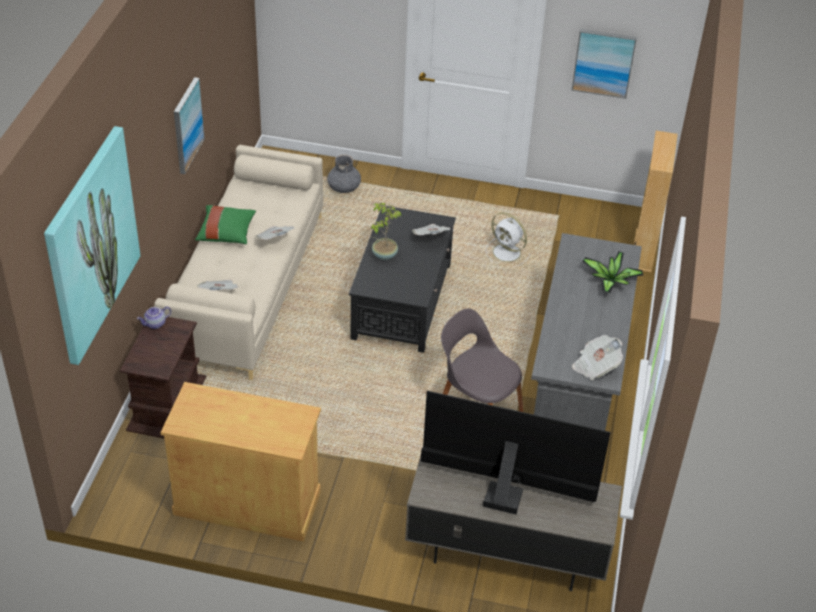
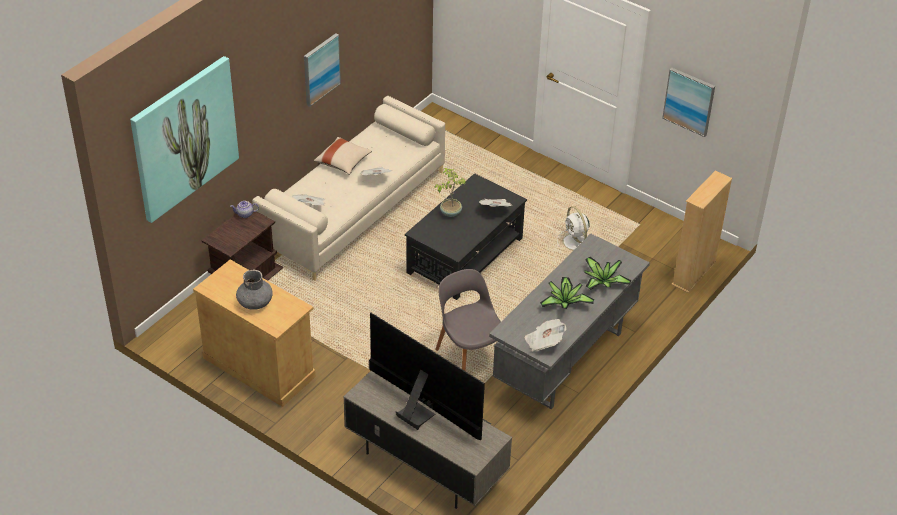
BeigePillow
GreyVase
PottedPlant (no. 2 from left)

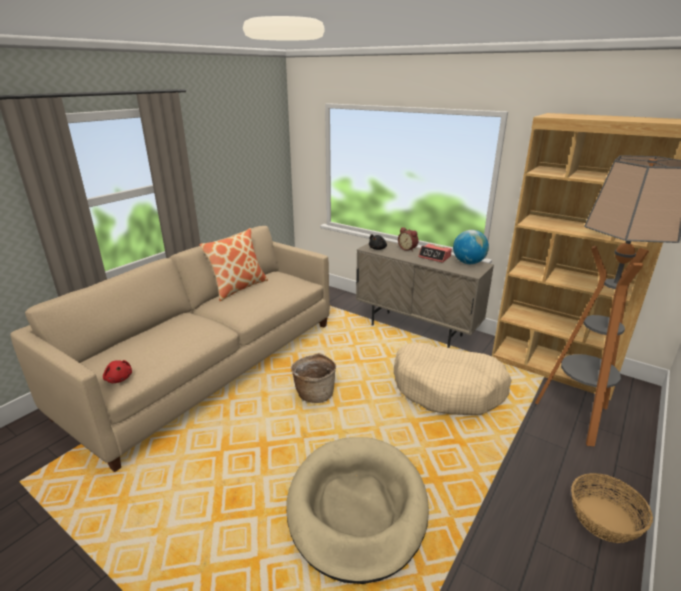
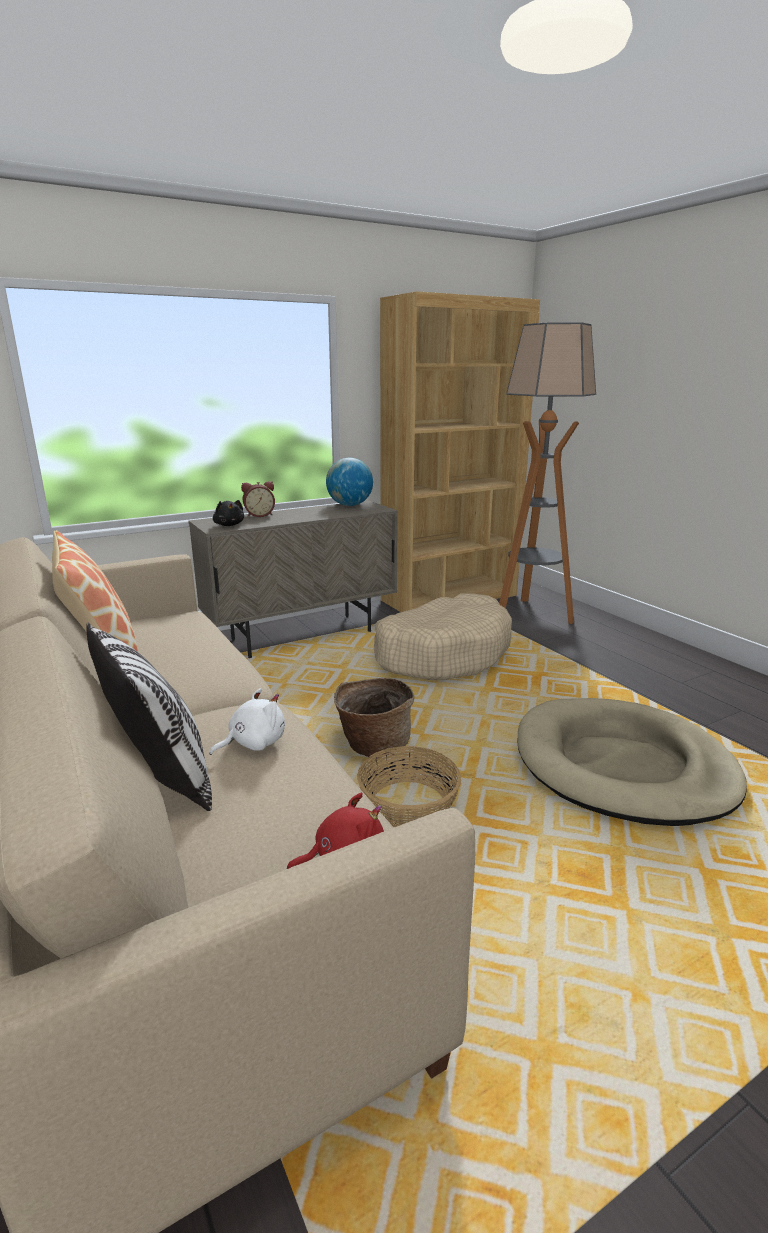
AlarmClock (no. 2 from left in the first image)
Basket (no. 2 from left)
Pillow (no. 2 from left)
WhitePlushToy

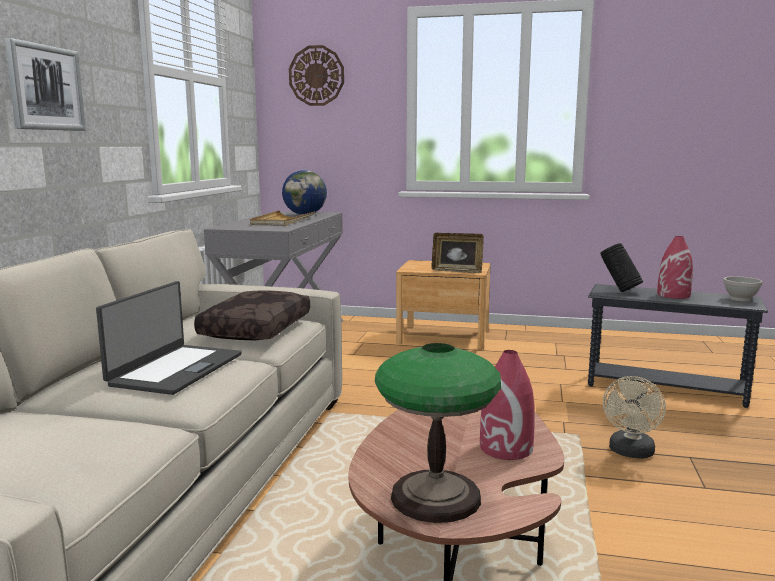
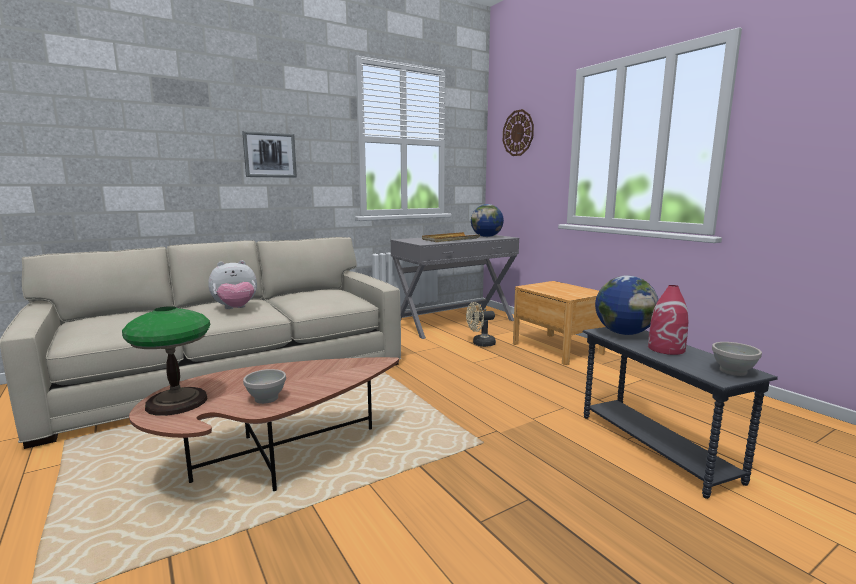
PlushToy
BrownPillow
PictureFrame
WhiteBowl (no. 1 from left)
Globe (no. 2 from left)
BeigeFan

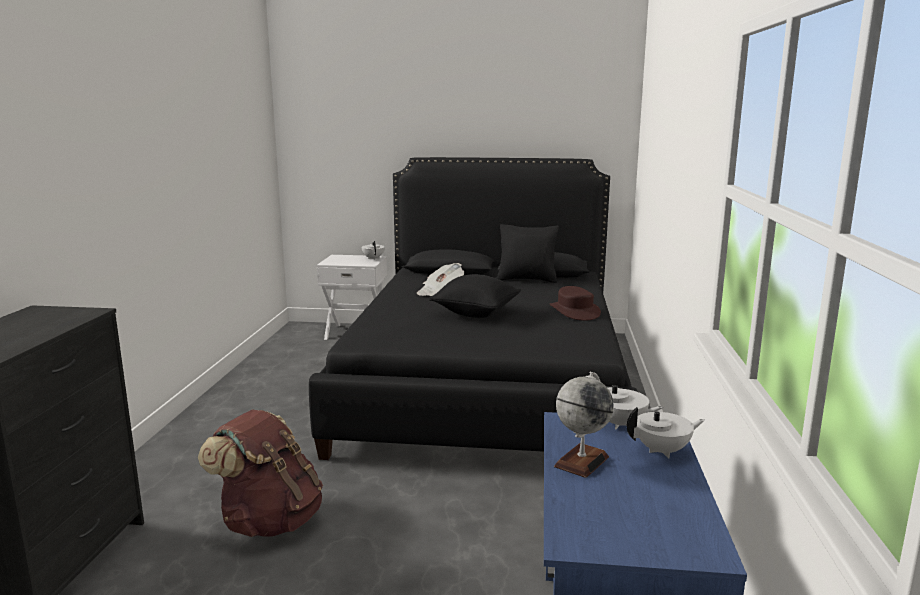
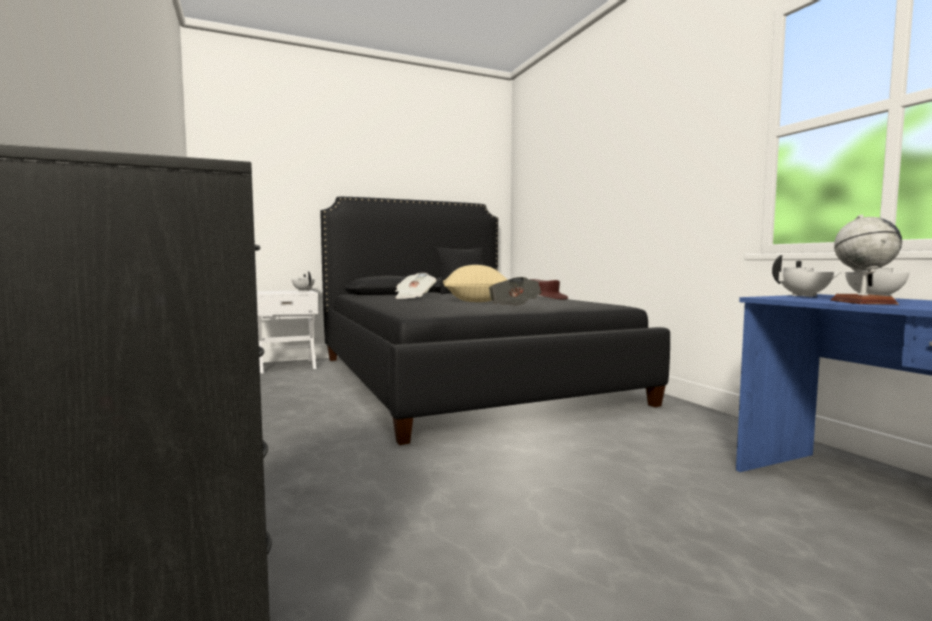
BrownBackpack
BeigePillow
Newspaper (no. 2 from left)

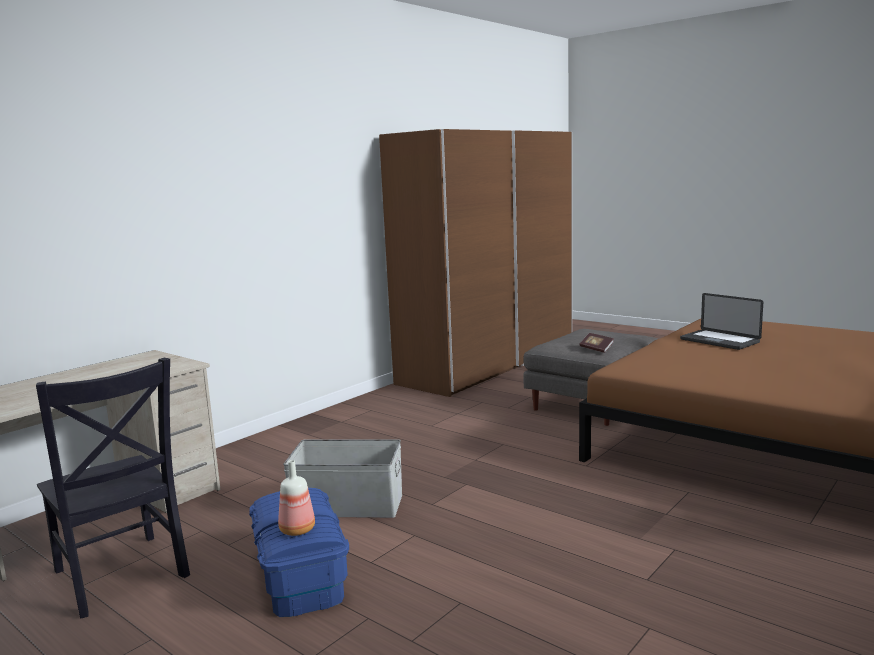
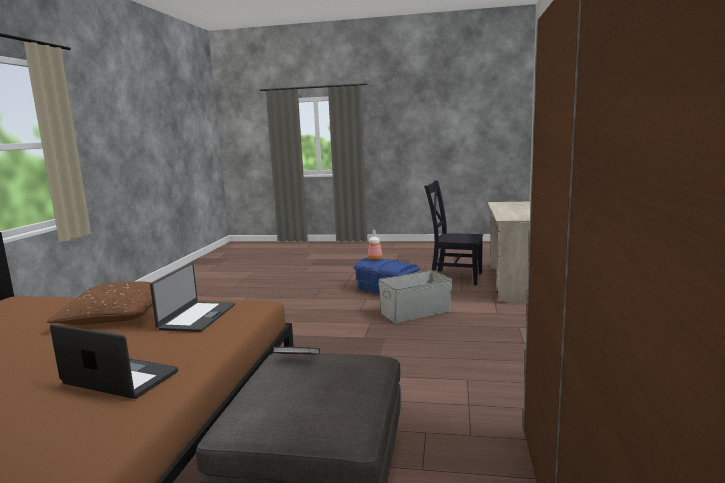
BrownPillow
Laptop (no. 2 from left)

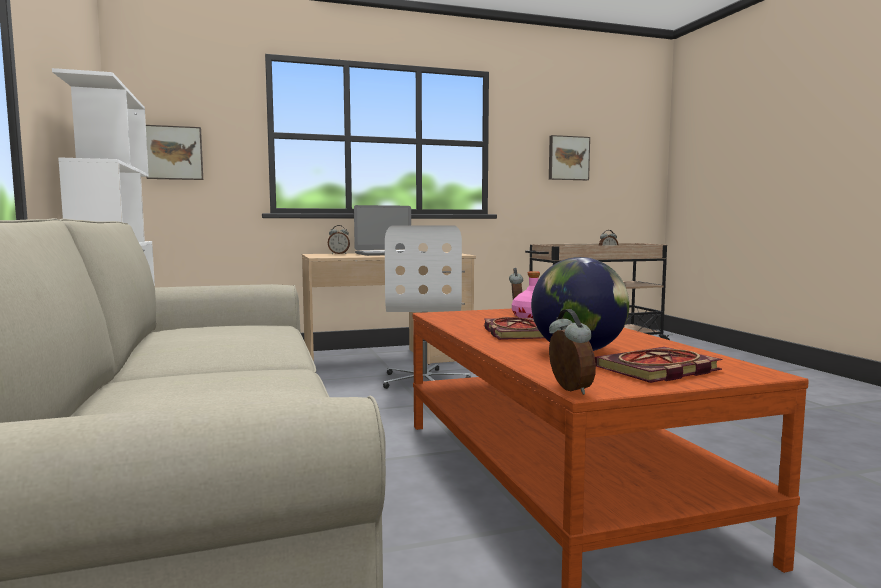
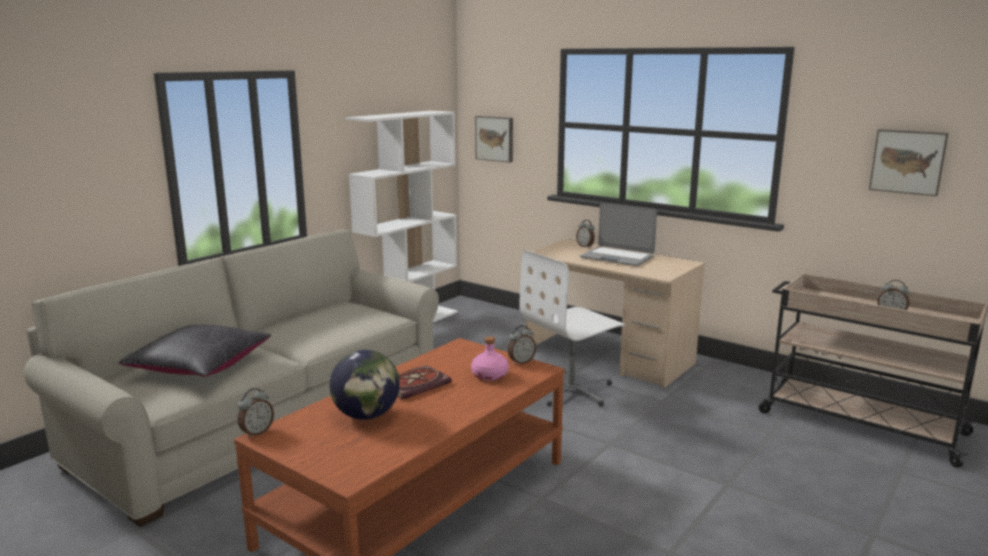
Book (no. 2 from left in the first image)
BlackPillow

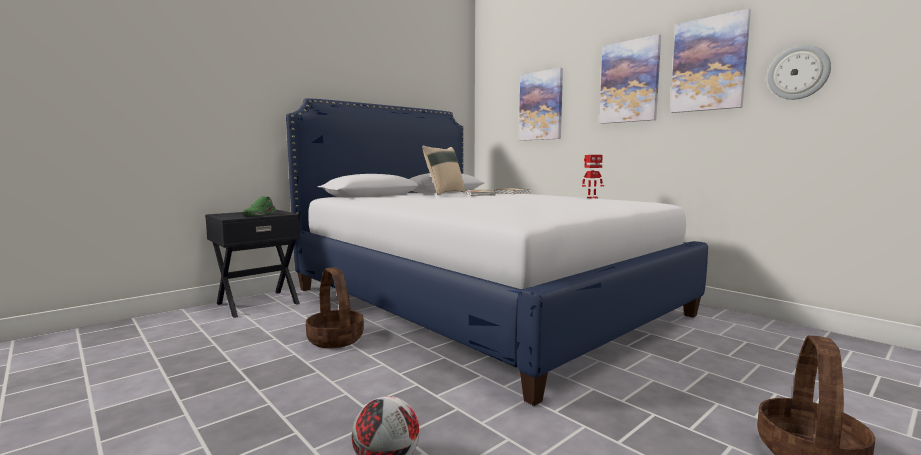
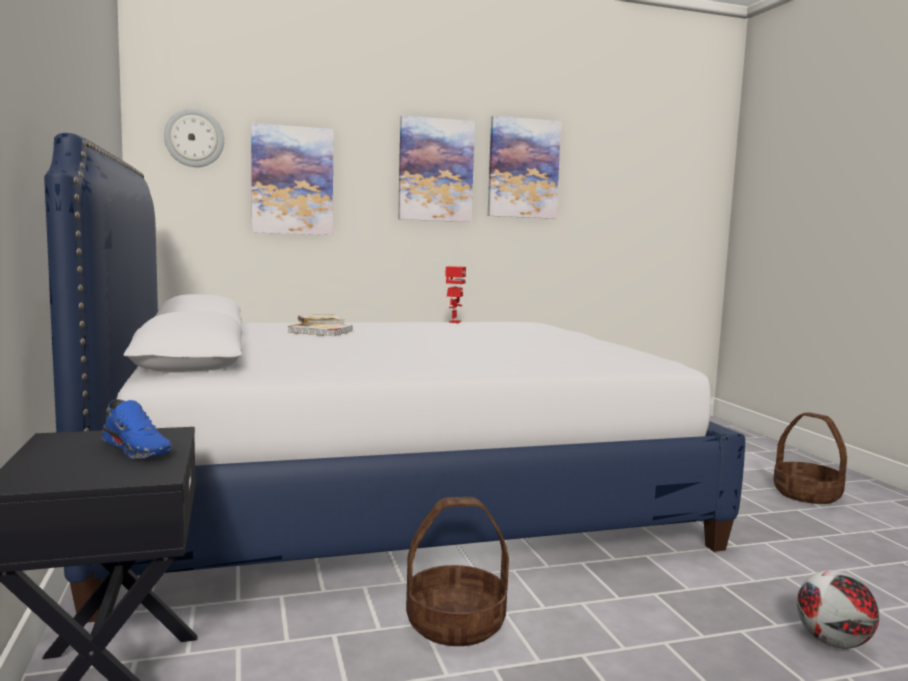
BlueShoe
BeigePillow
WallClock

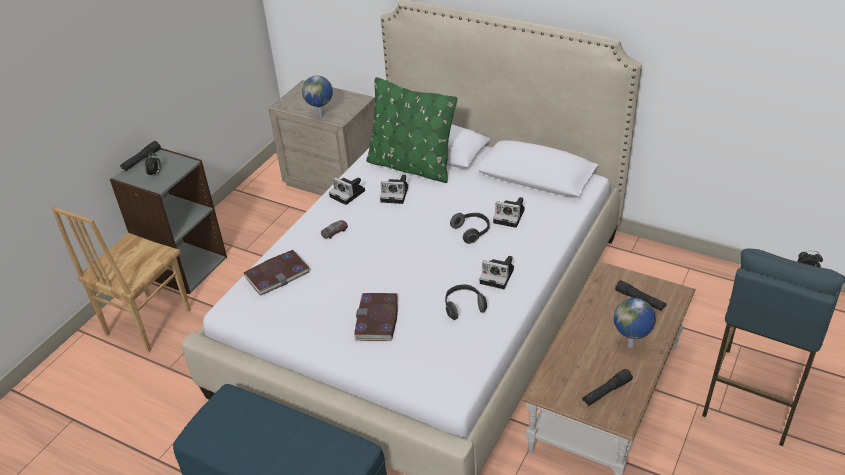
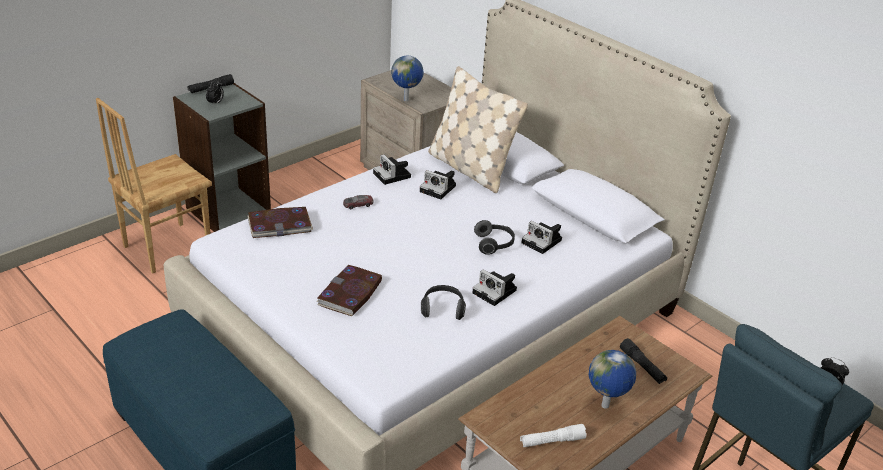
BeigePillow
WhiteFlashlight

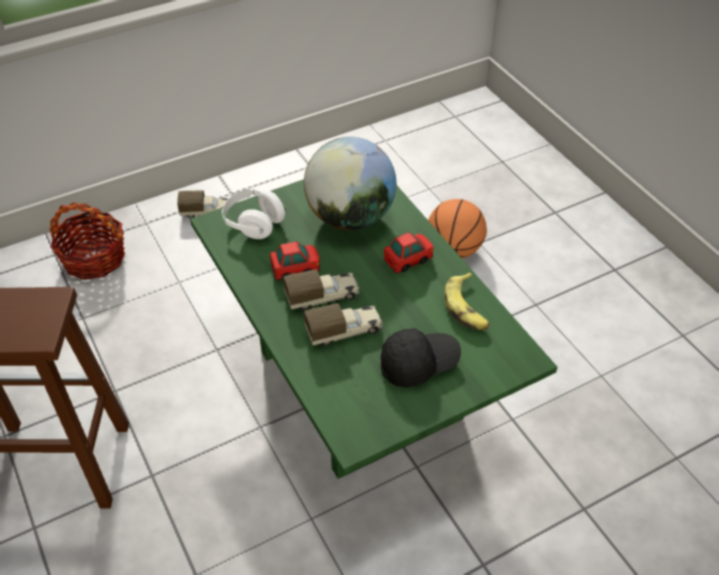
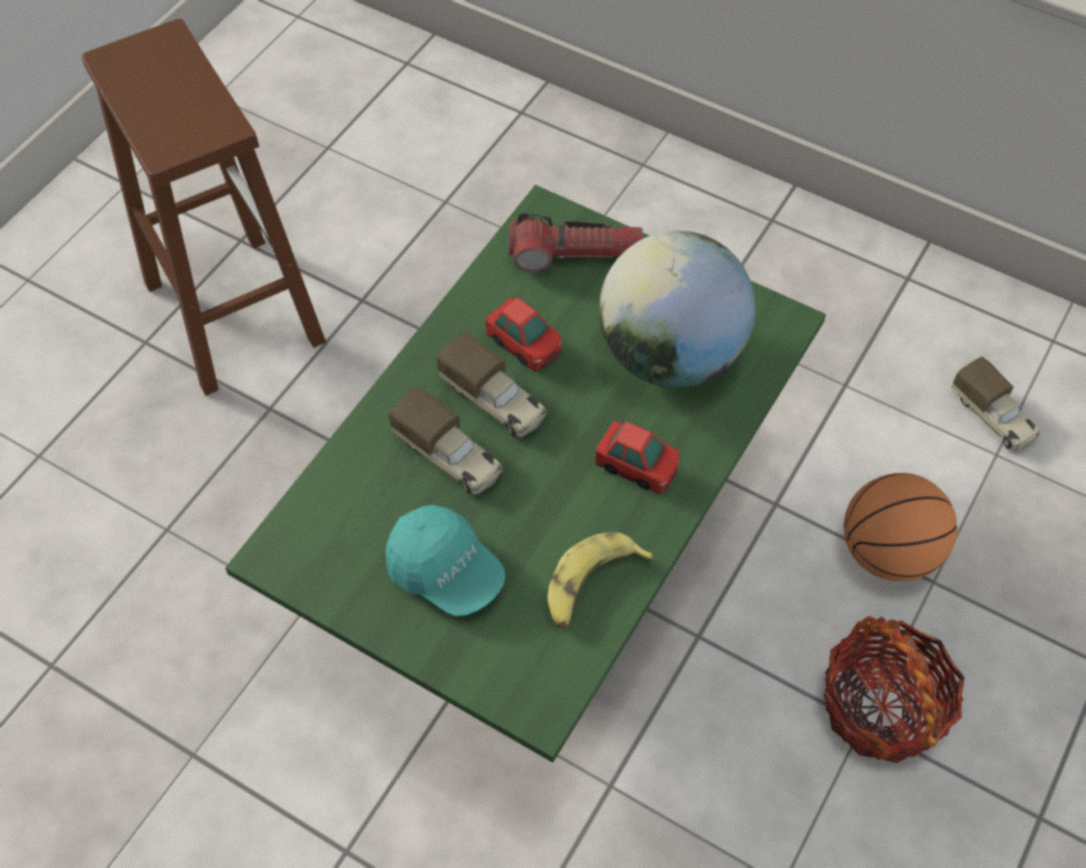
Basket
ToyTruck (no. 3 from left)
Flashlight
TurquoiseCap

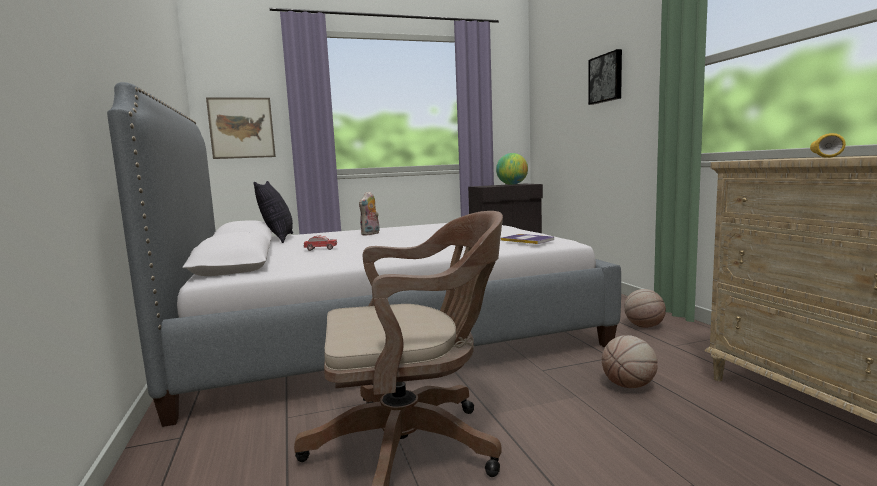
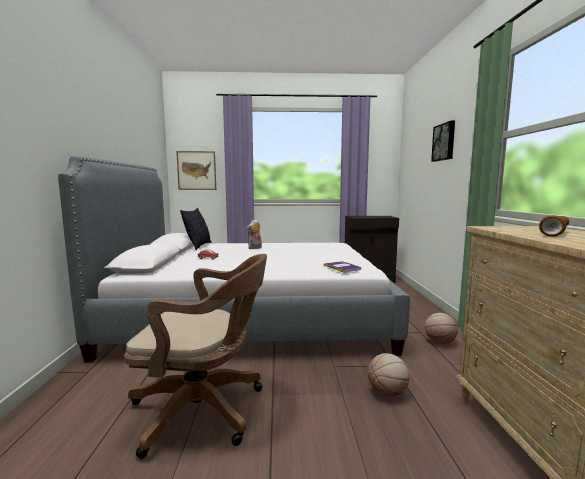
Globe
BrownFlashlight

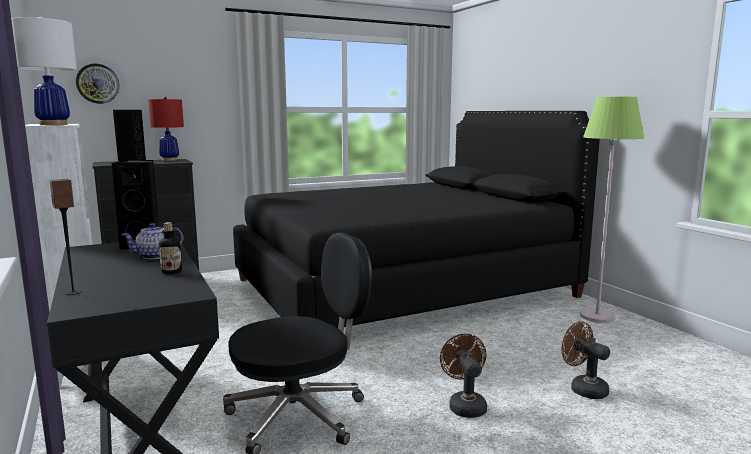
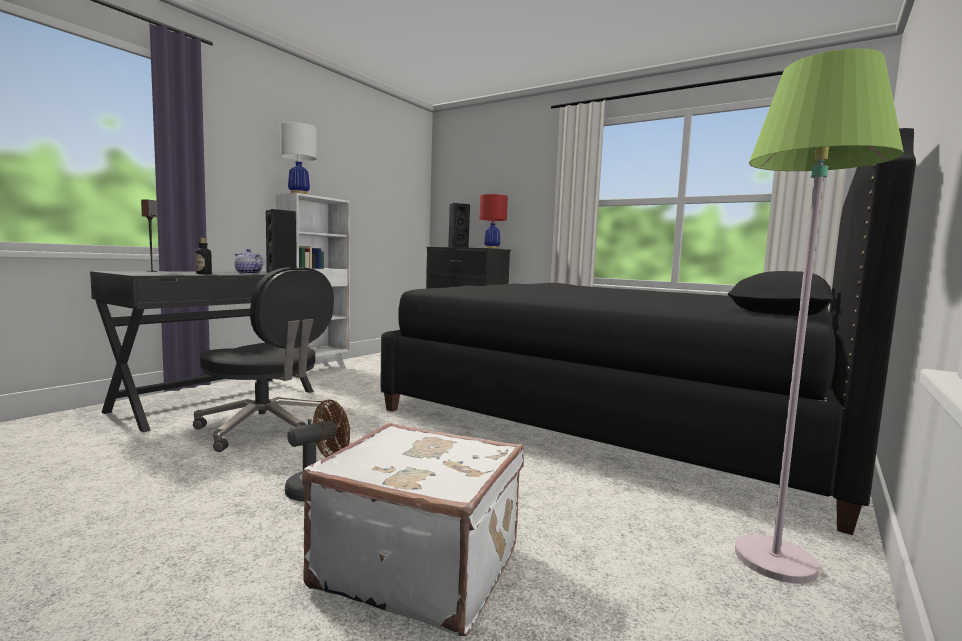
WallClock
WhiteSuitcase

